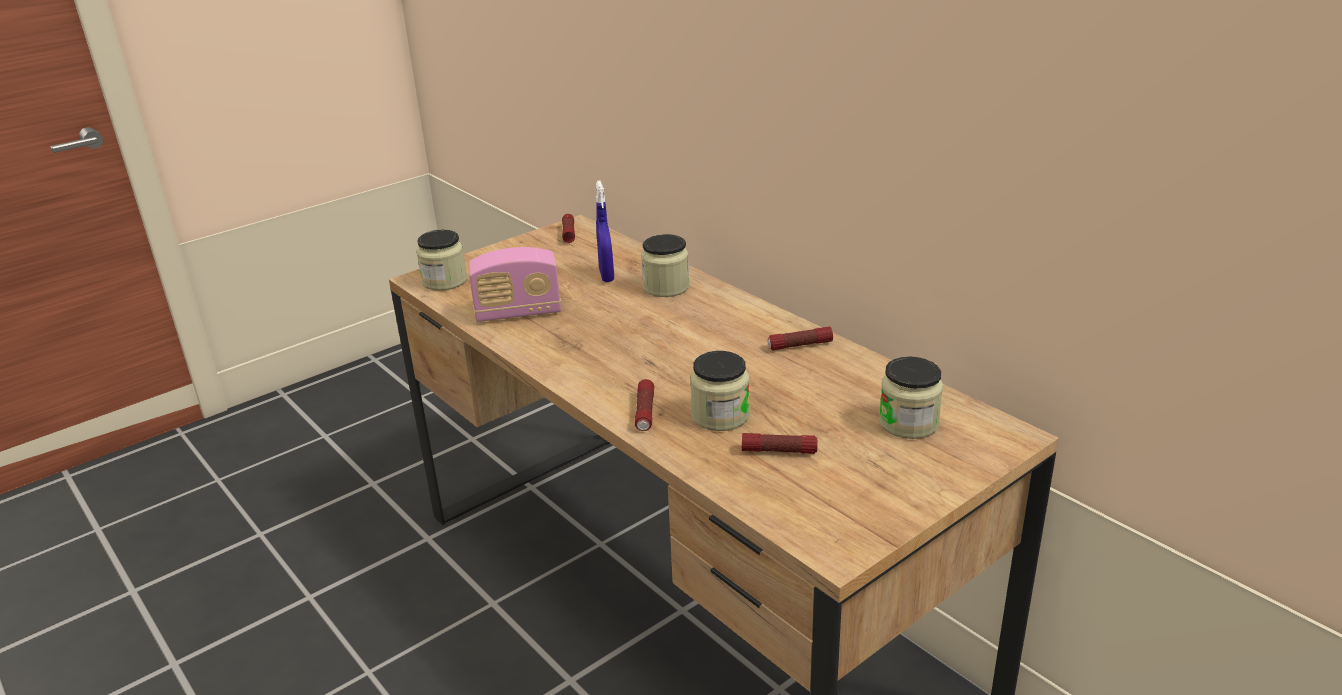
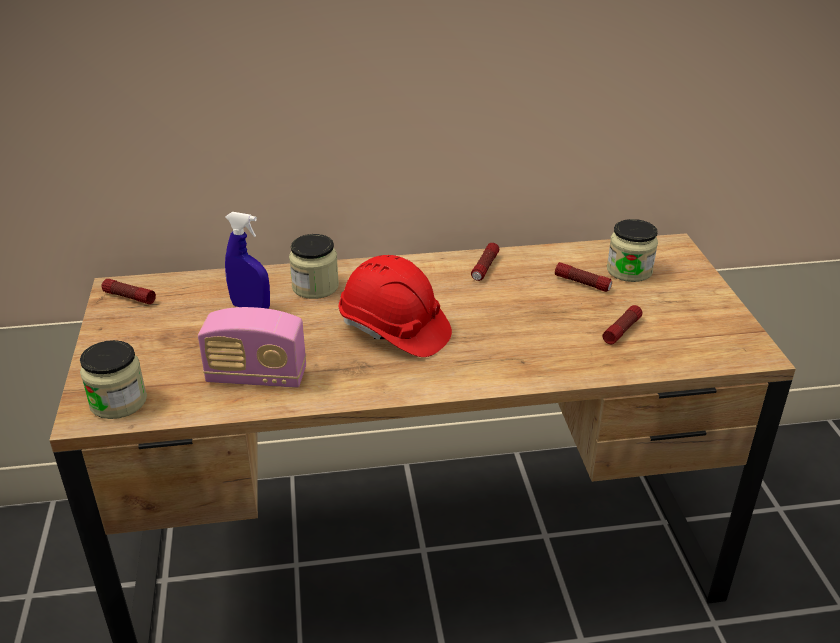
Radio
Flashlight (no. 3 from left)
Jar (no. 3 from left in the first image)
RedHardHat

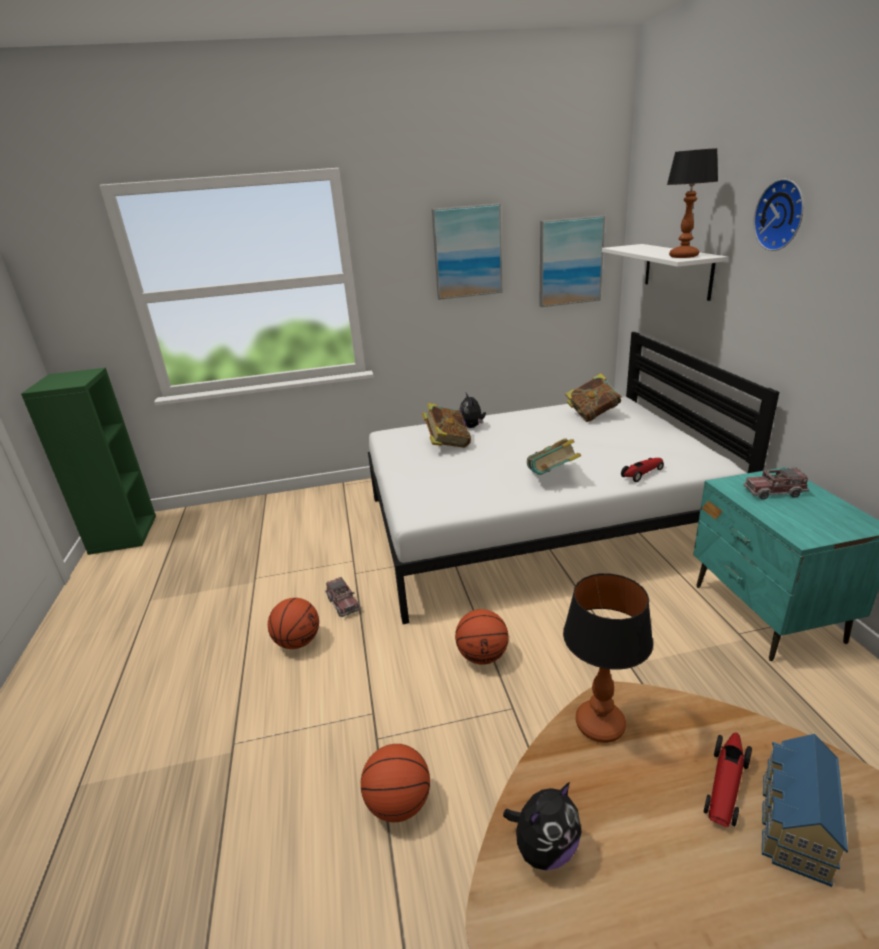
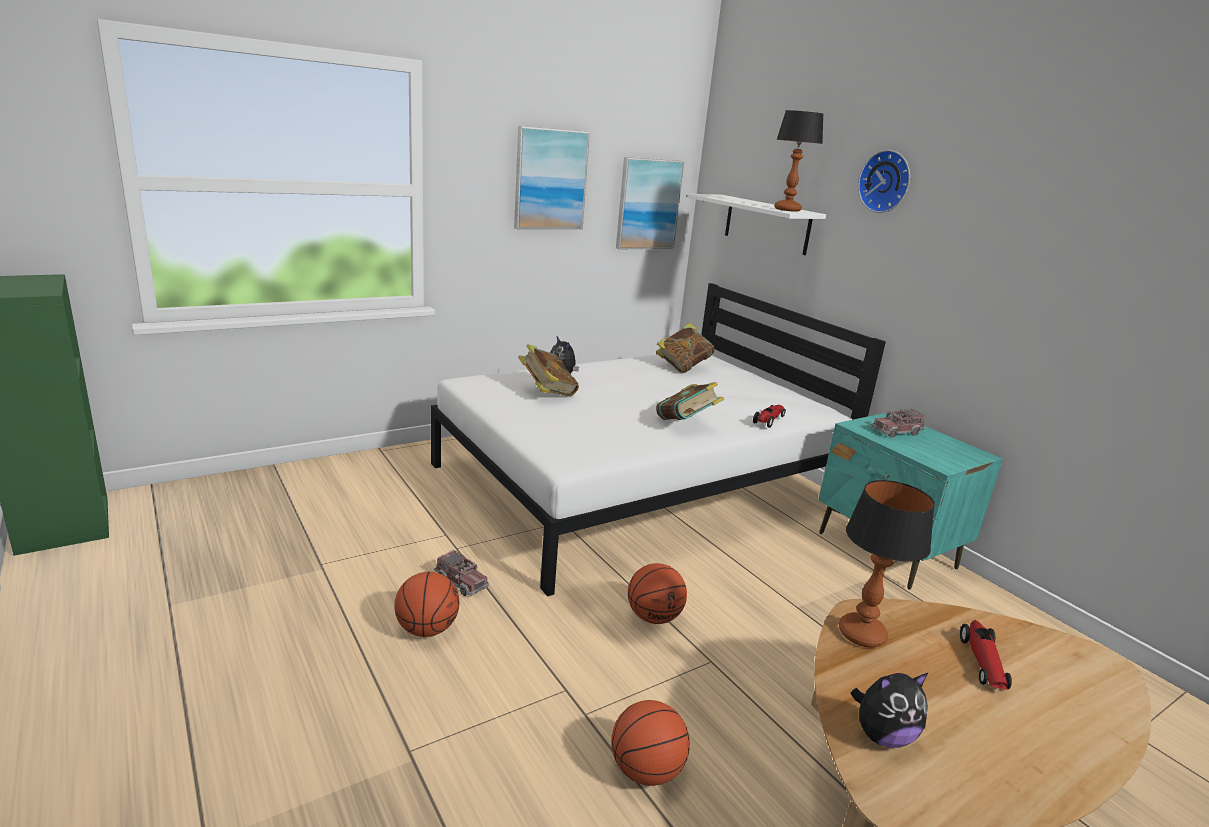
PlushToy (no. 2 from left)
ToyHouse

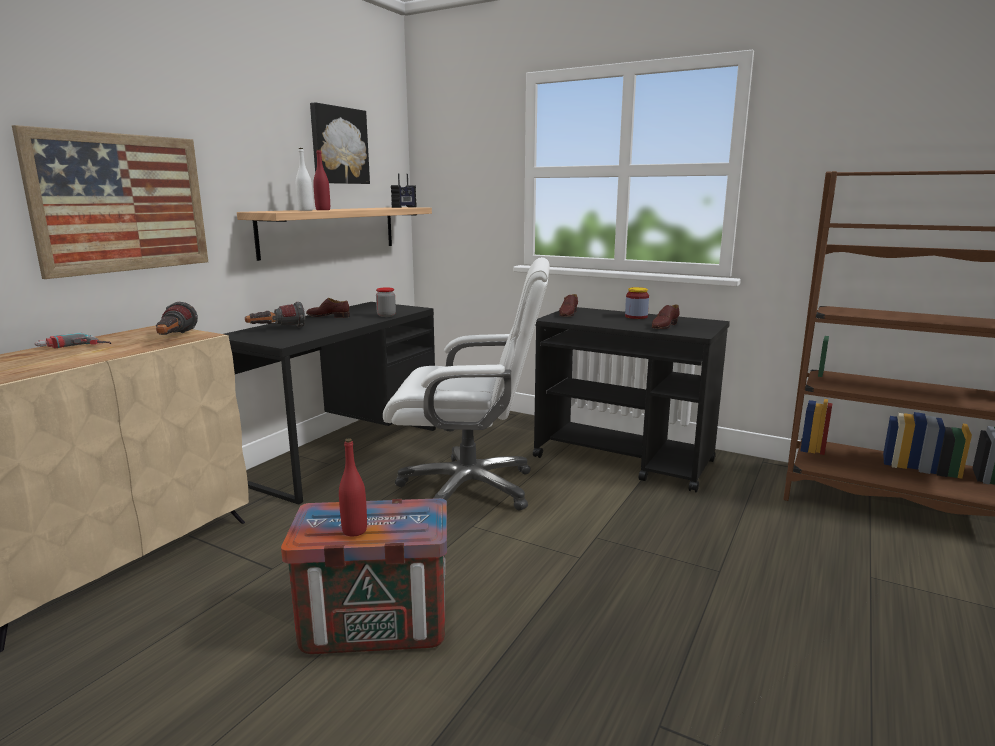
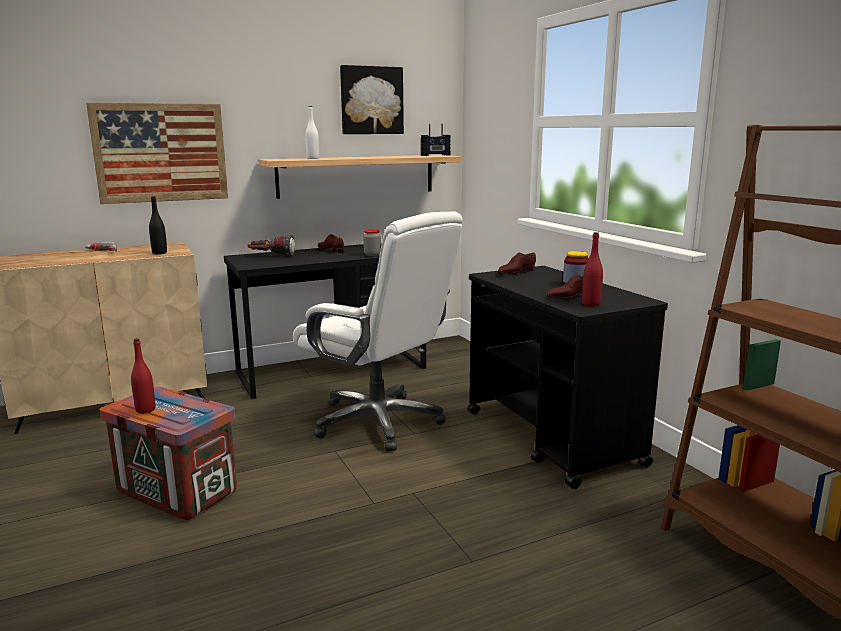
BlackBottle
RedBottle (no. 2 from left)

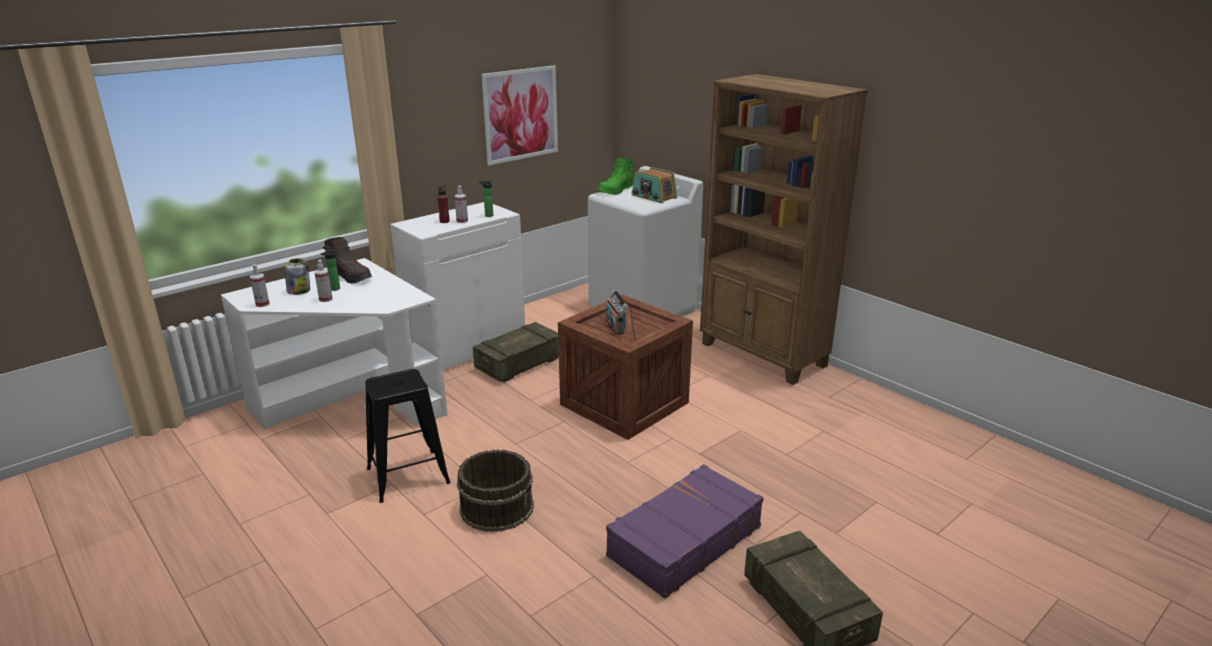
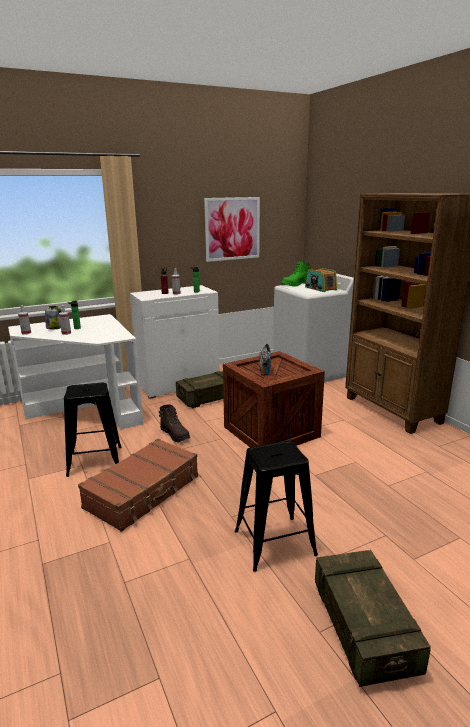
BrownBoot
BrownSuitcase
BlackStool (no. 2 from left)

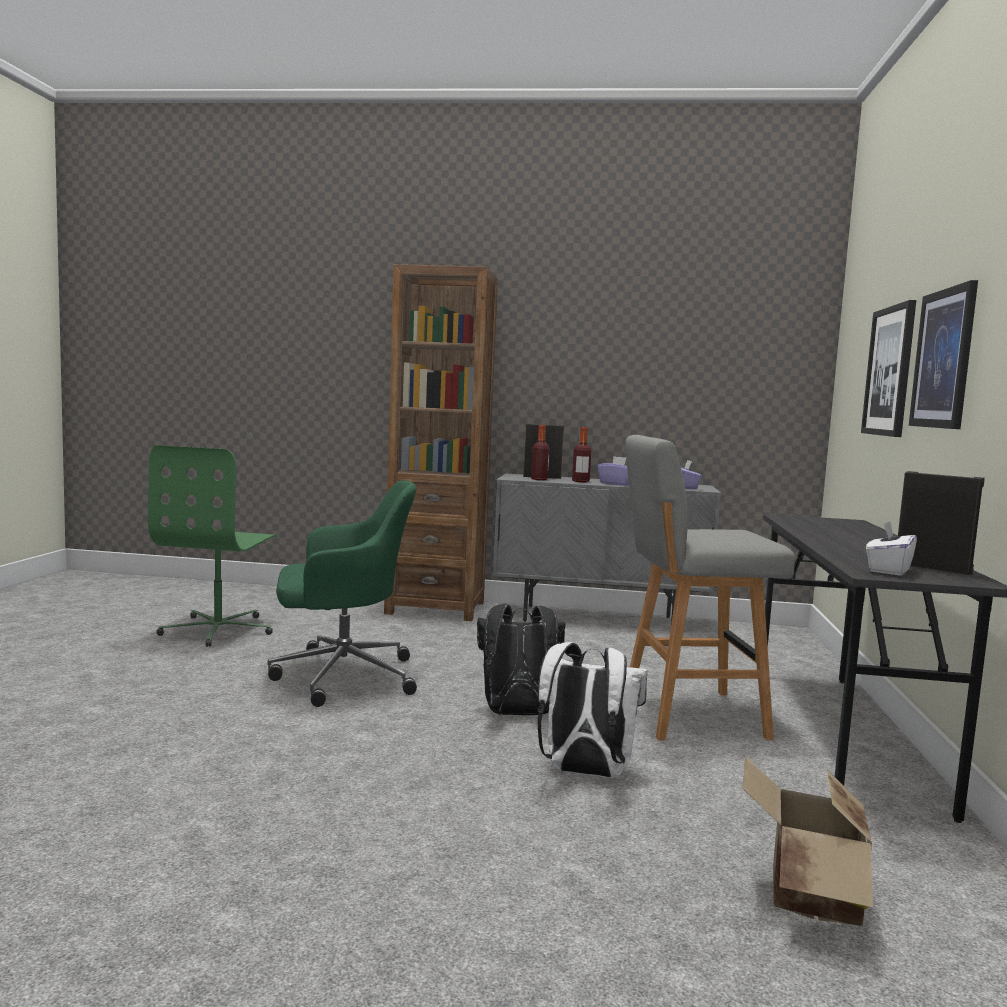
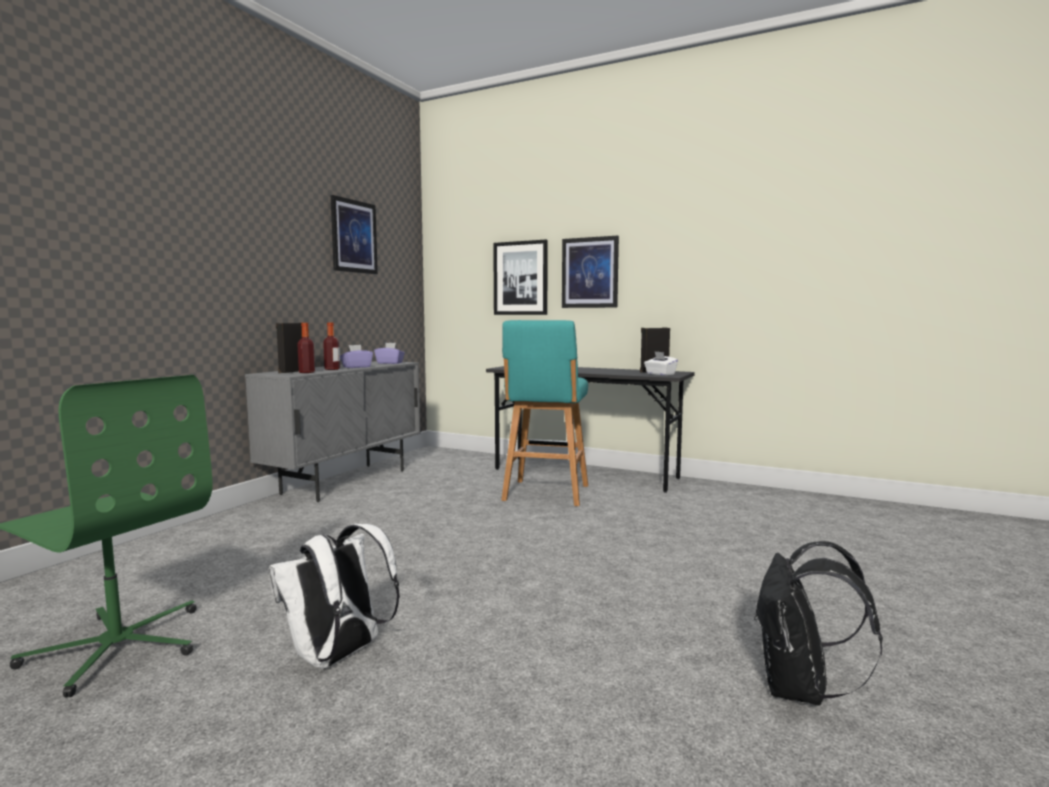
GreenOfficeChair (no. 2 from left in the first image)
BrownBookcase
BlackBackpack
WhiteBackpack
TurquoiseStool
CardboardBox
Picture (no. 1 from left)

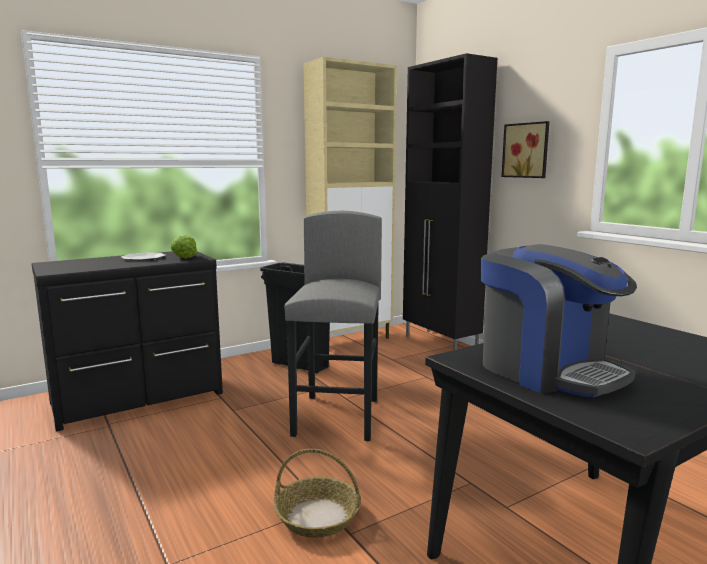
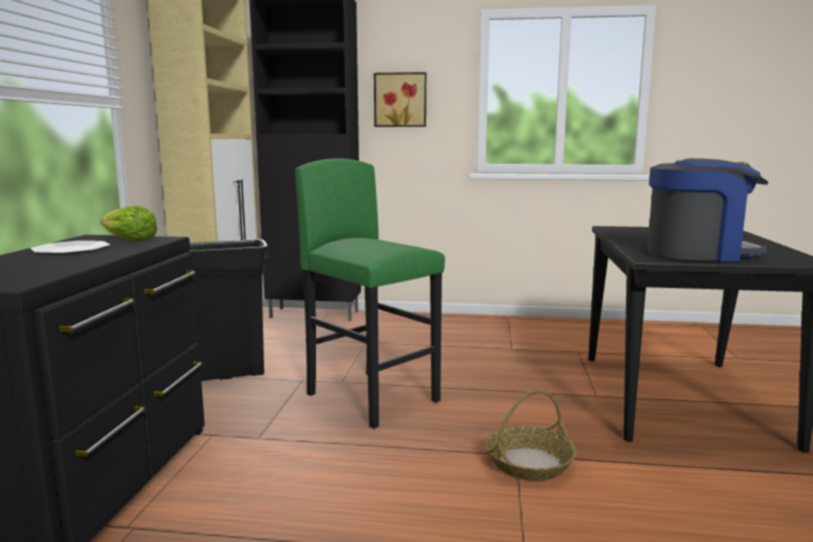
GreenStool

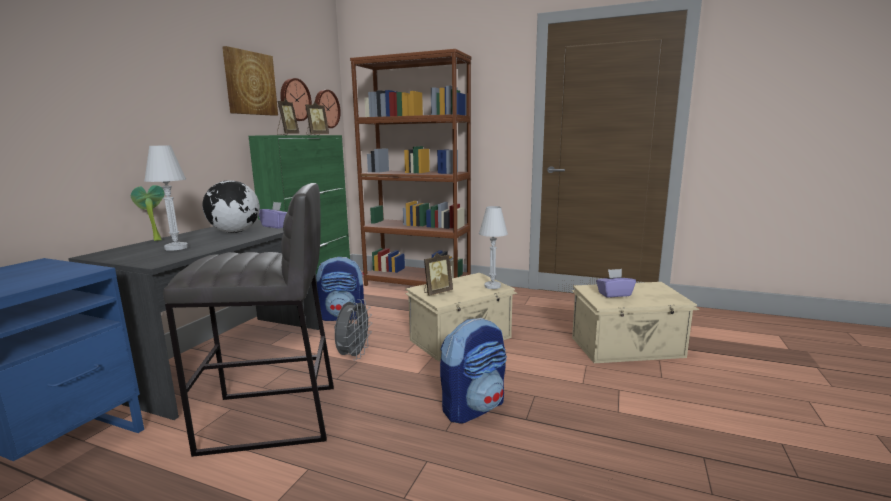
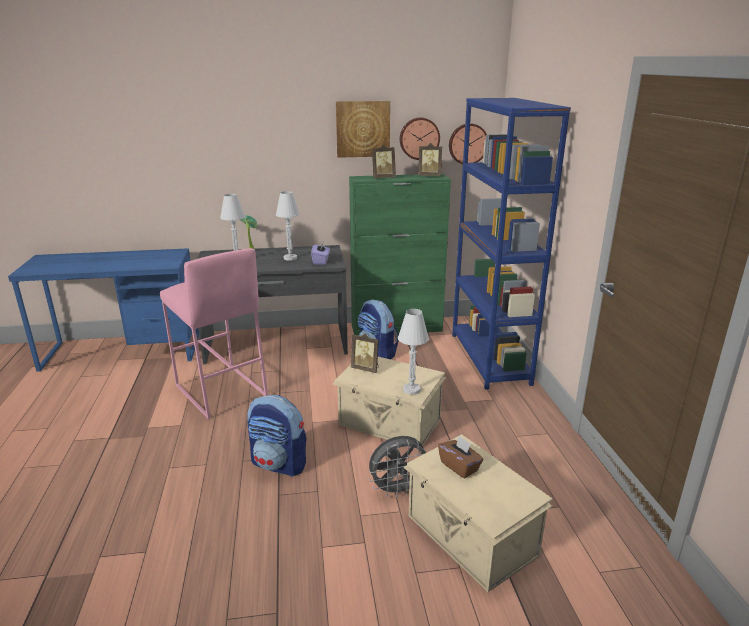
PinkStool
WhiteTableLamp (no. 2 from left)
GreyFan
BlueBookcase
BrownTissueBox

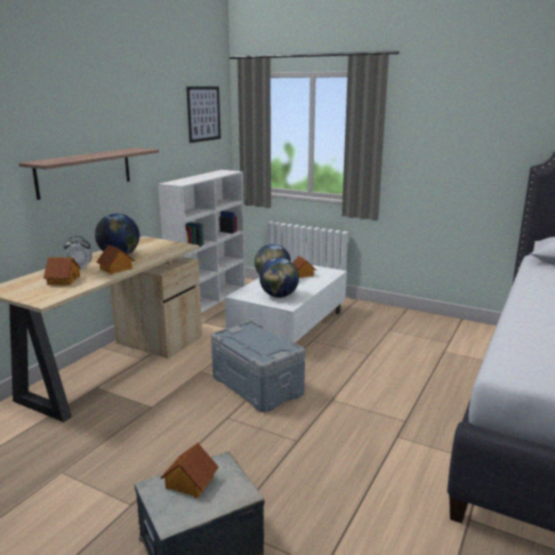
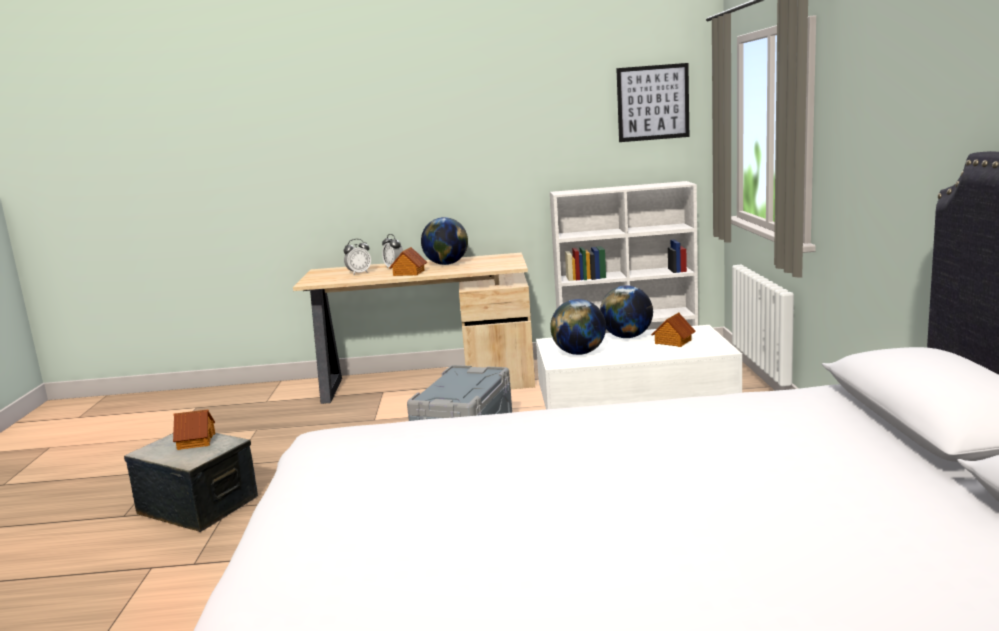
Shelf
AlarmClock (no. 1 from left)

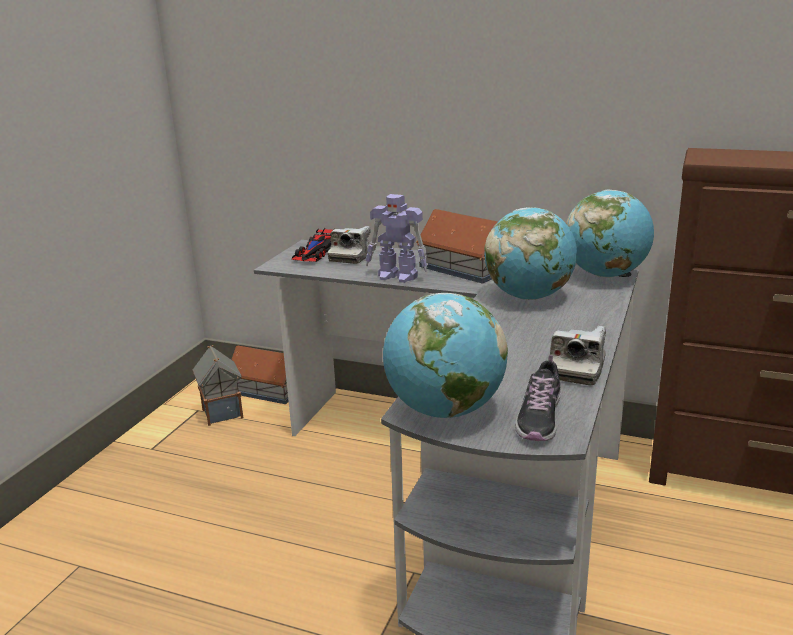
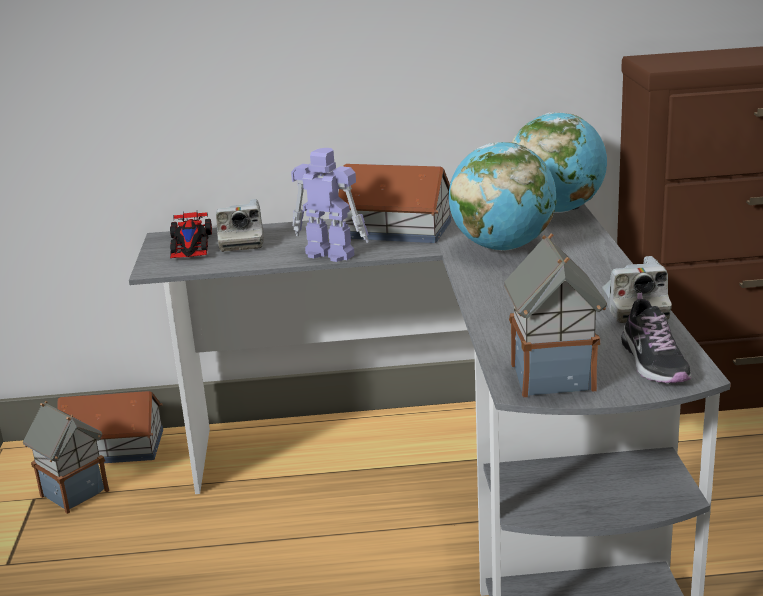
ToyRobot
ToyHouse (no. 4 from left)

